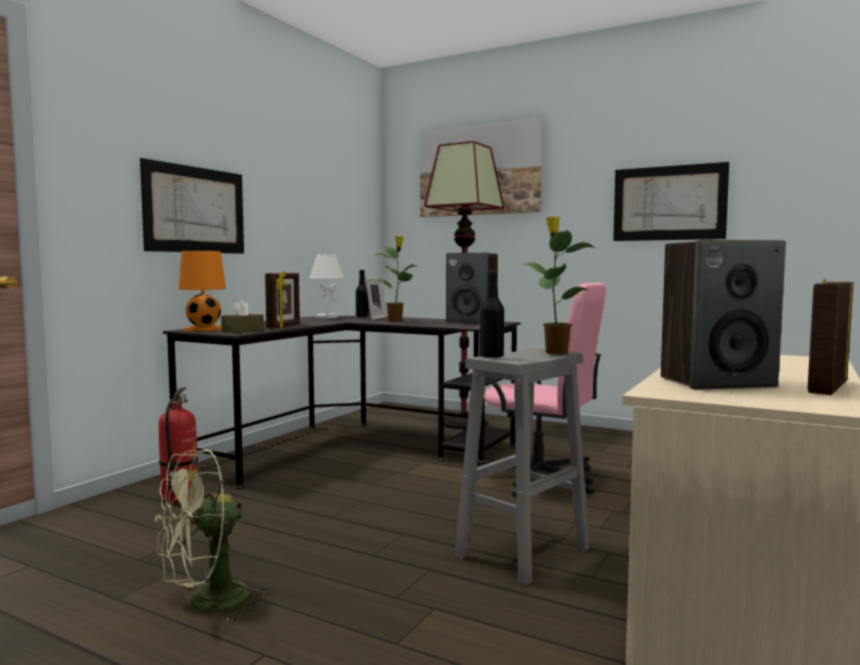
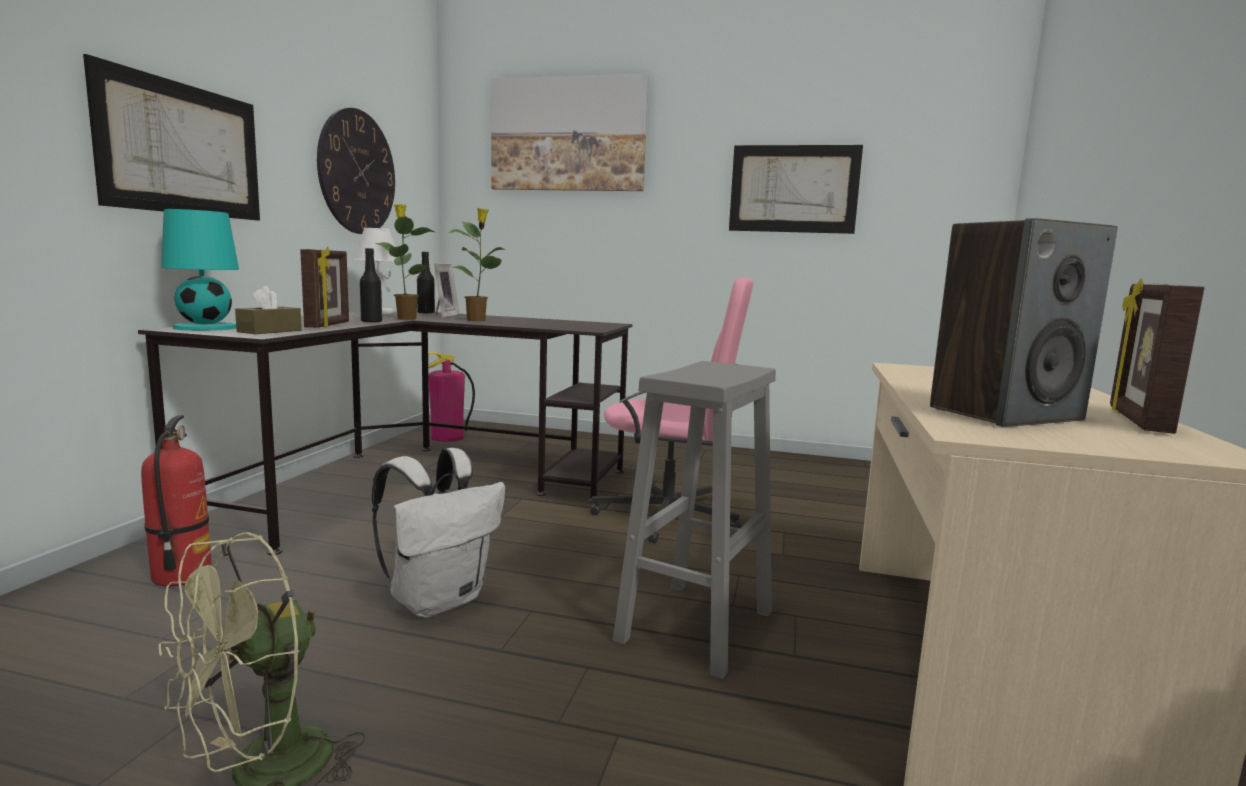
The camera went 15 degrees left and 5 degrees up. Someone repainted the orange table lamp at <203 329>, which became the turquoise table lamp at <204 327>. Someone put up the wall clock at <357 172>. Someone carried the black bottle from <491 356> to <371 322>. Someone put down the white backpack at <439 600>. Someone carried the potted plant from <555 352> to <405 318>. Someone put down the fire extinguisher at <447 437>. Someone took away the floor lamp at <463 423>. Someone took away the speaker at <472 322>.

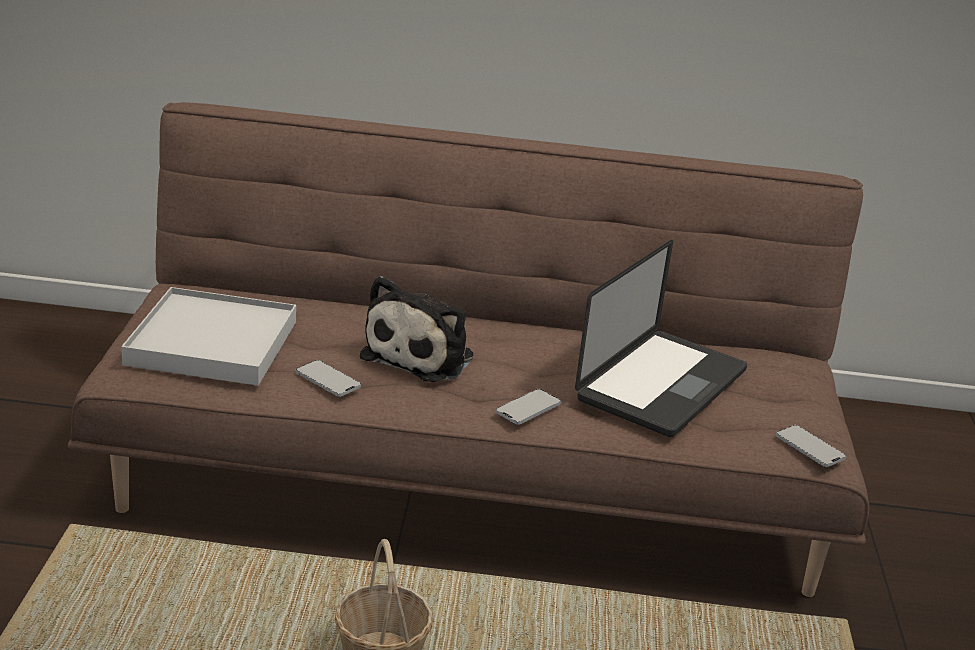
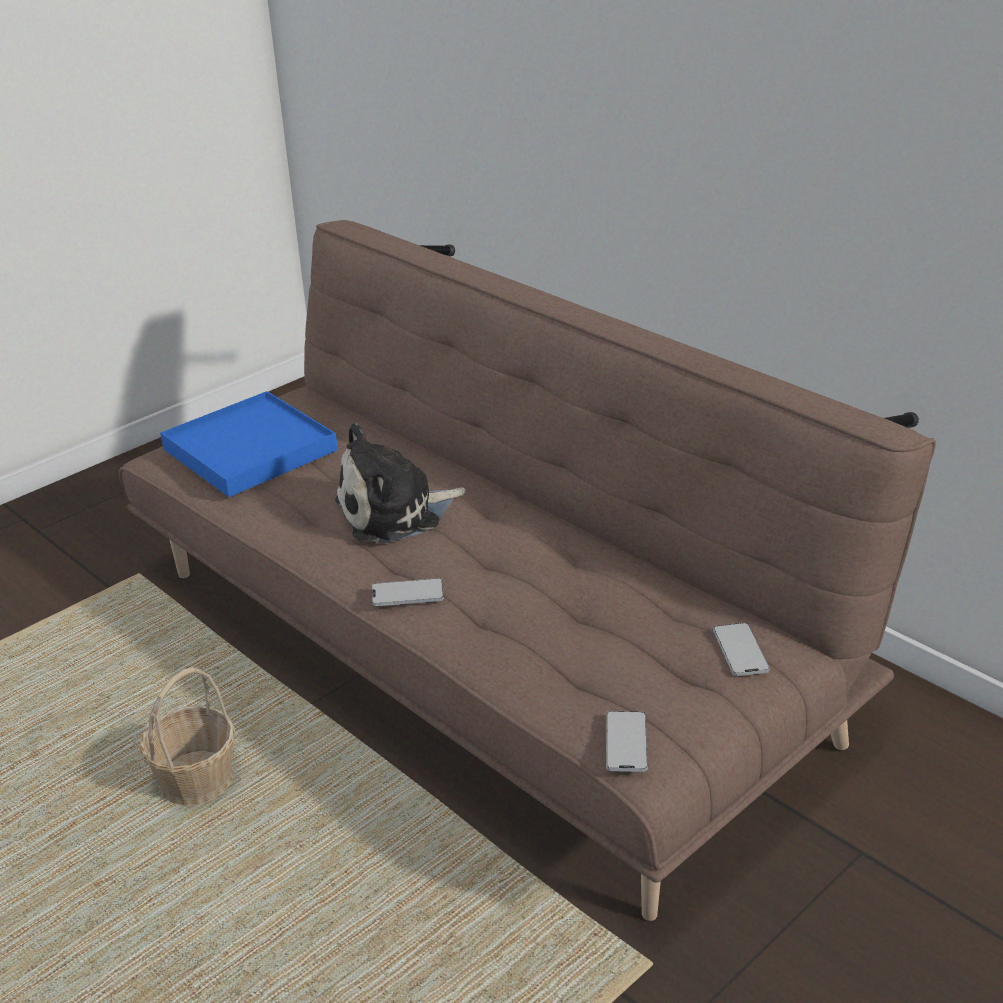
The camera went 45 degrees right and 5 degrees up. Someone repainted the white tray at <212 343>, which became the blue tray at <249 450>. Someone carried the phone from <328 380> to <740 651>. Someone took away the laptop at <662 385>.

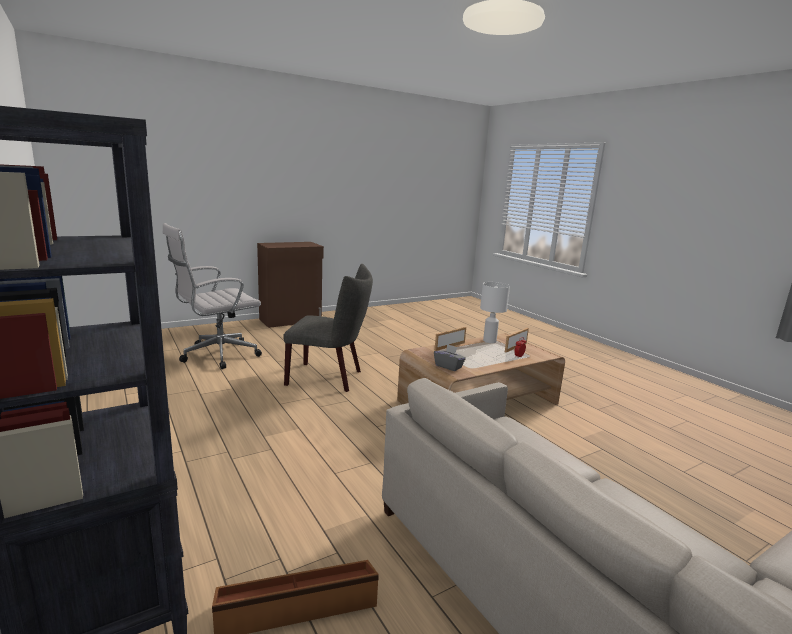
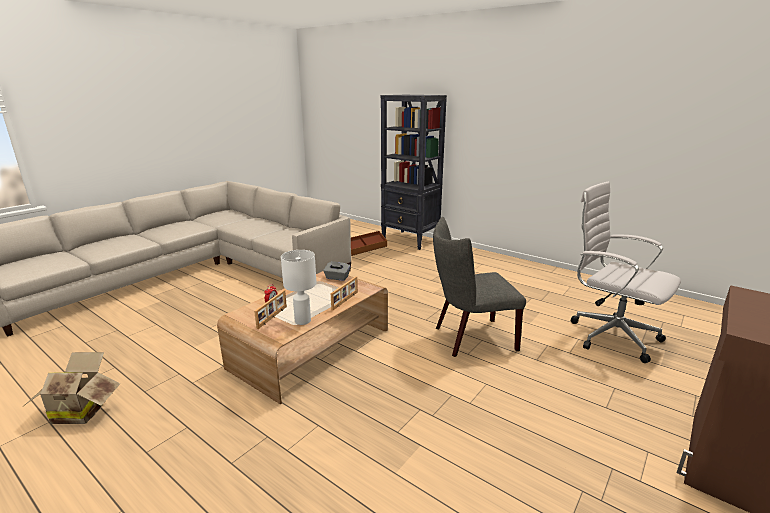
The camera went 160 degrees right and 5 degrees up. Someone put down the cardboard box at <81 410>. Someone rotated the white office chair at <216 355> by 75 degrees counterclockwise.

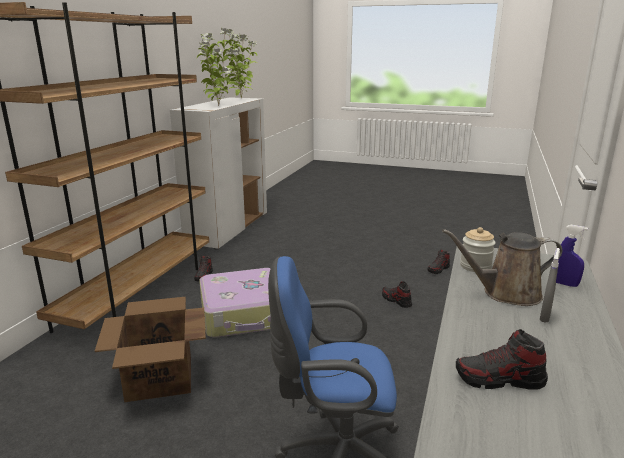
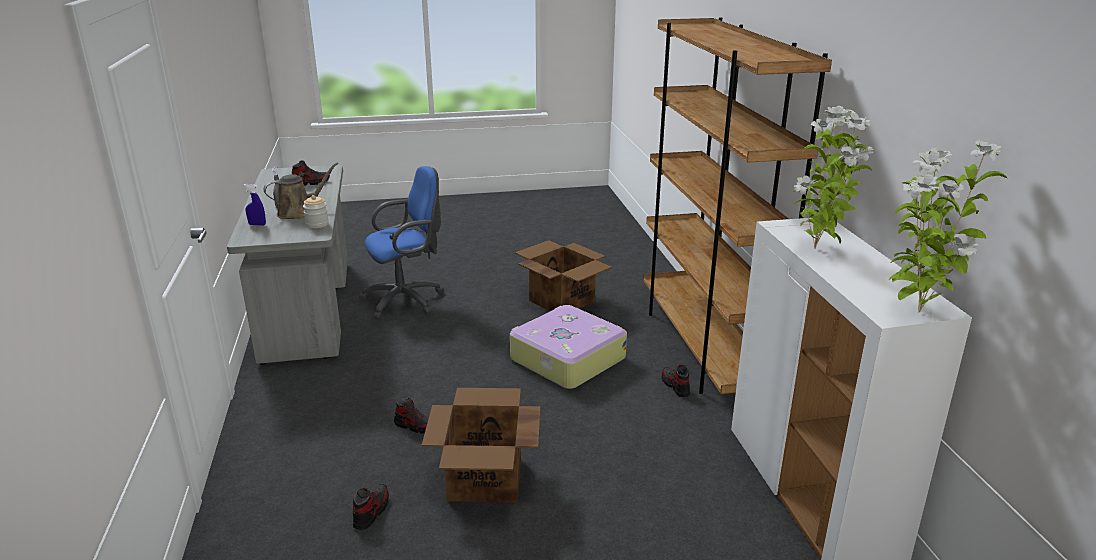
The camera went 150 degrees right and 5 degrees up. Someone put down the cardboard box at <484 480>.

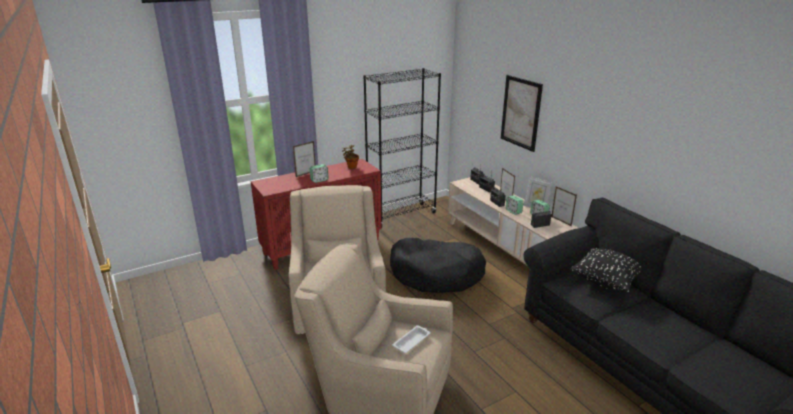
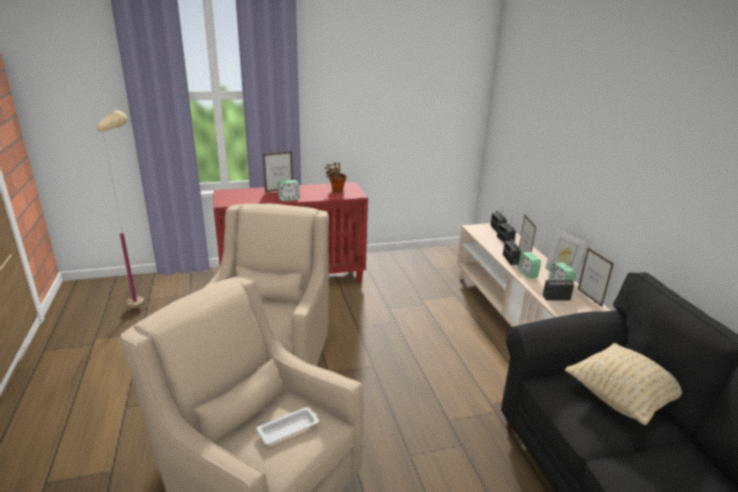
The camera went 15 degrees right and 0 degrees up. Someone put down the beige floor lamp at <142 300>. Someone repainted the black pillow at <606 281>, which became the beige pillow at <622 398>. Someone took away the black bookcase at <401 215>. Someone took away the black dog bed at <436 274>. Someone took away the picture at <520 113>.

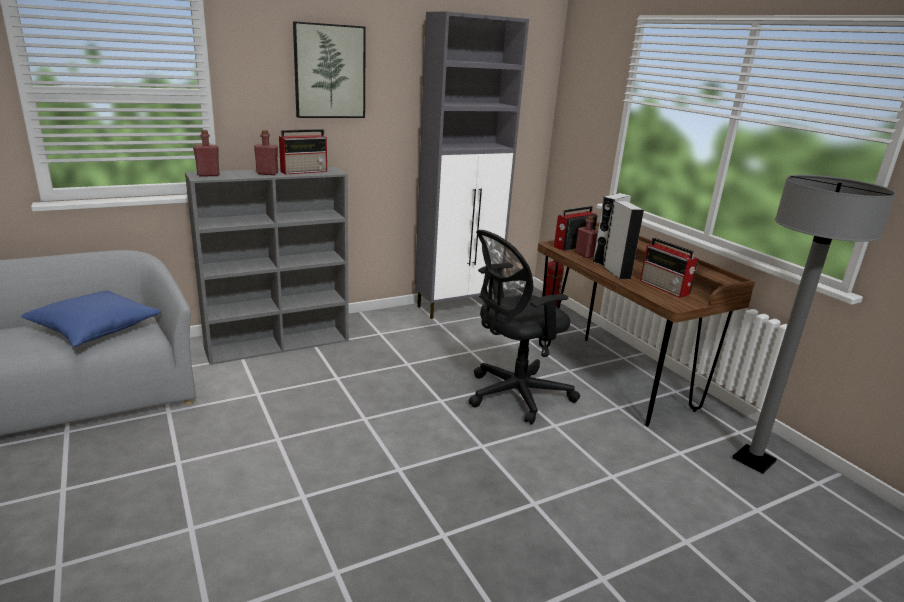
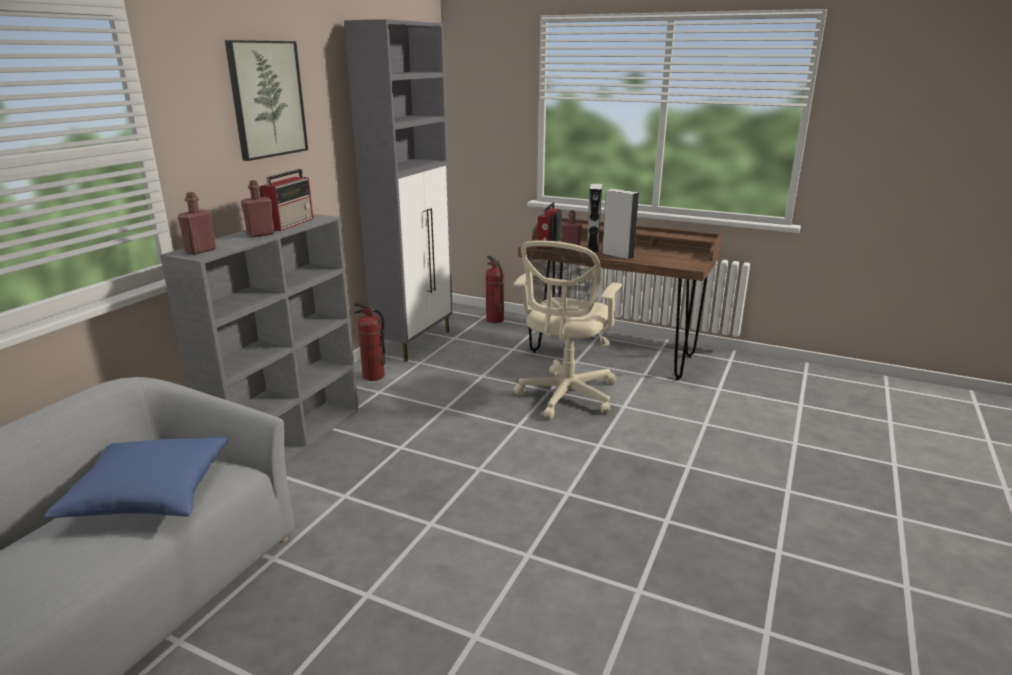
The camera went 35 degrees left and 0 degrees up. Someone put down the fire extinguisher at <373 376>. Someone repainted the black office chair at <513 395>, which became the beige office chair at <565 397>. Someone took away the radio at <665 288>. Someone took away the grey floor lamp at <753 460>.

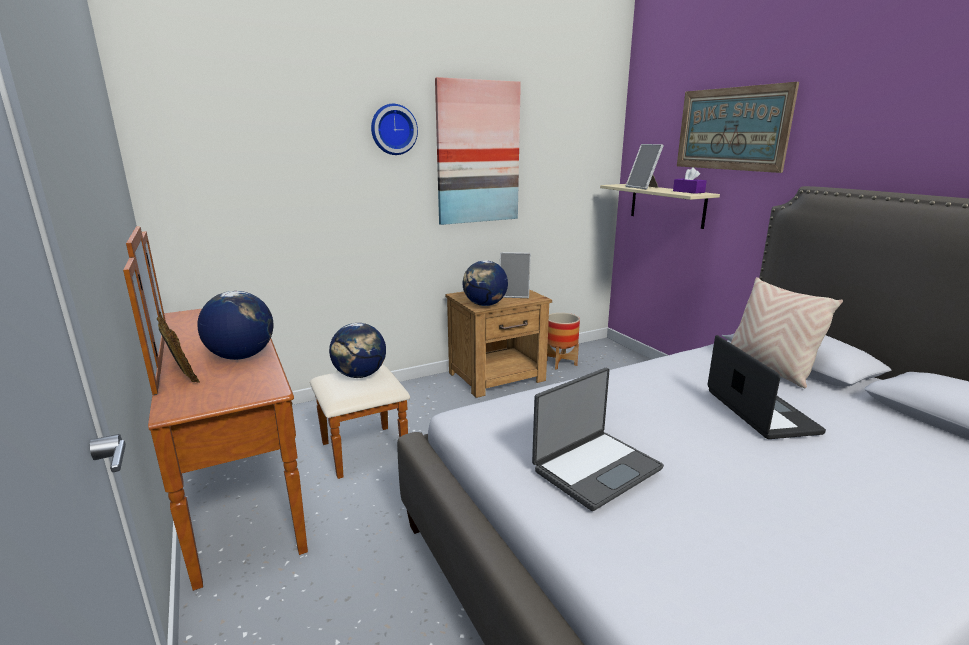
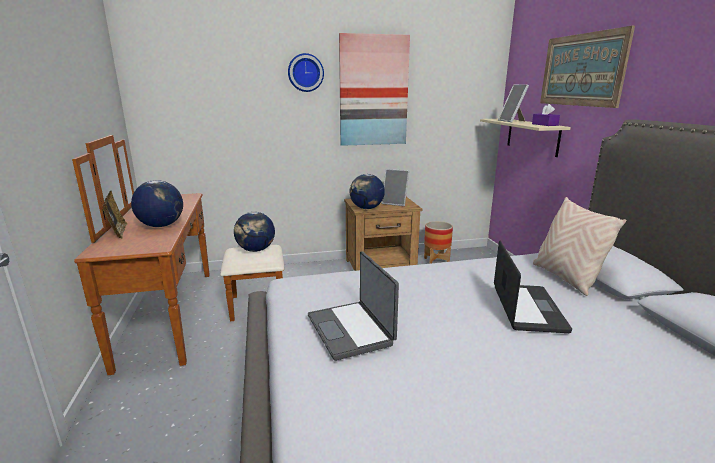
The camera went 15 degrees right and 0 degrees up. Someone rotated the laptop at <595 468> by 90 degrees clockwise.

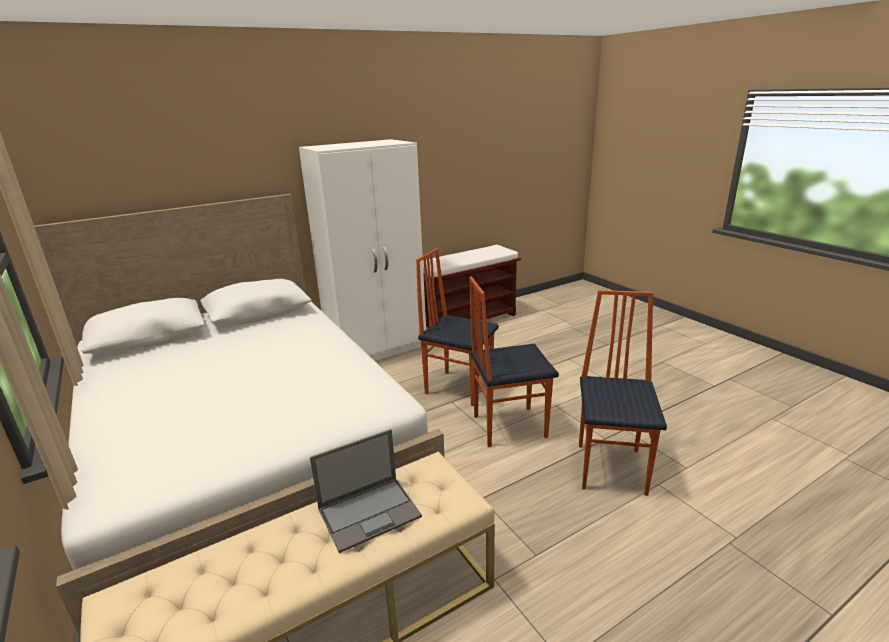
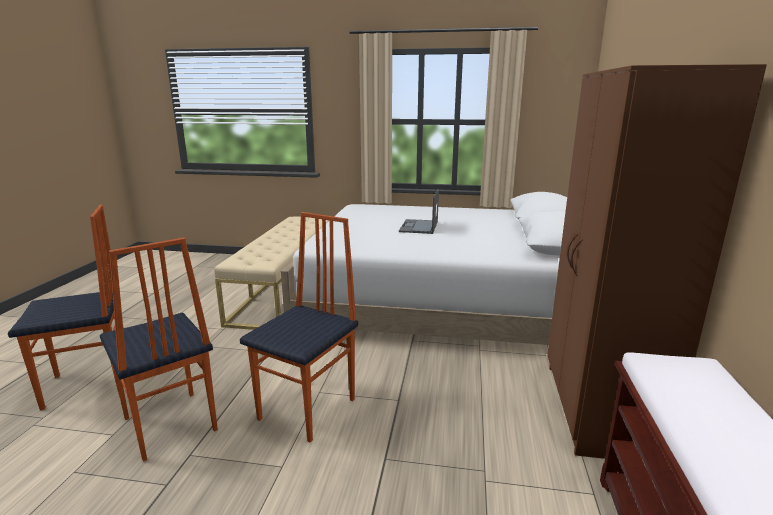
The camera went 130 degrees right and 5 degrees down. Someone carried the chair from <459 387> to <89 385>. Someone carried the laptop from <370 512> to <419 227>. Someone repainted the white wardrobe at <378 349>, which became the brown wardrobe at <597 410>.

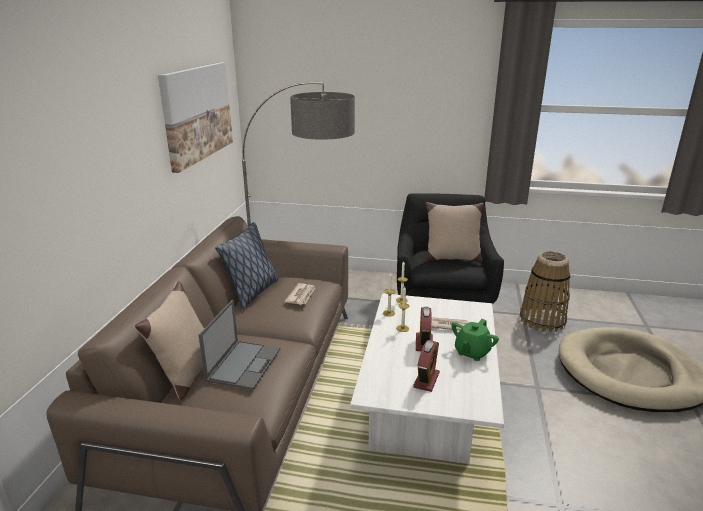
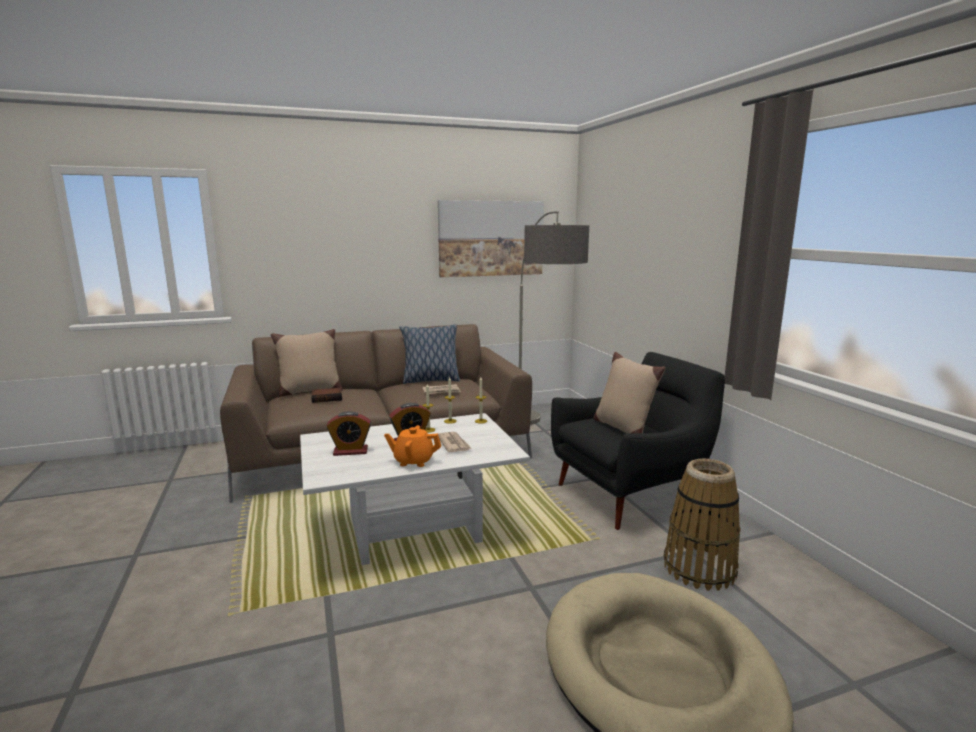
The camera went 60 degrees right and 10 degrees down. Someone swapped the laptop at <244 364> for the book at <327 398>. Someone repainted the green teapot at <472 352>, which became the orange teapot at <413 461>.

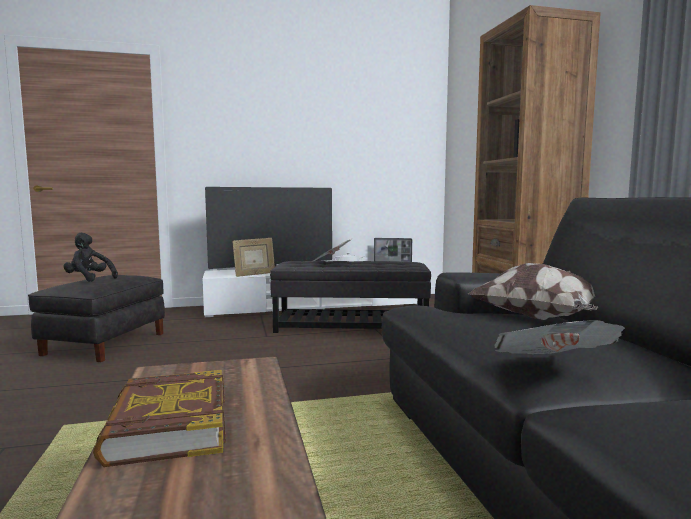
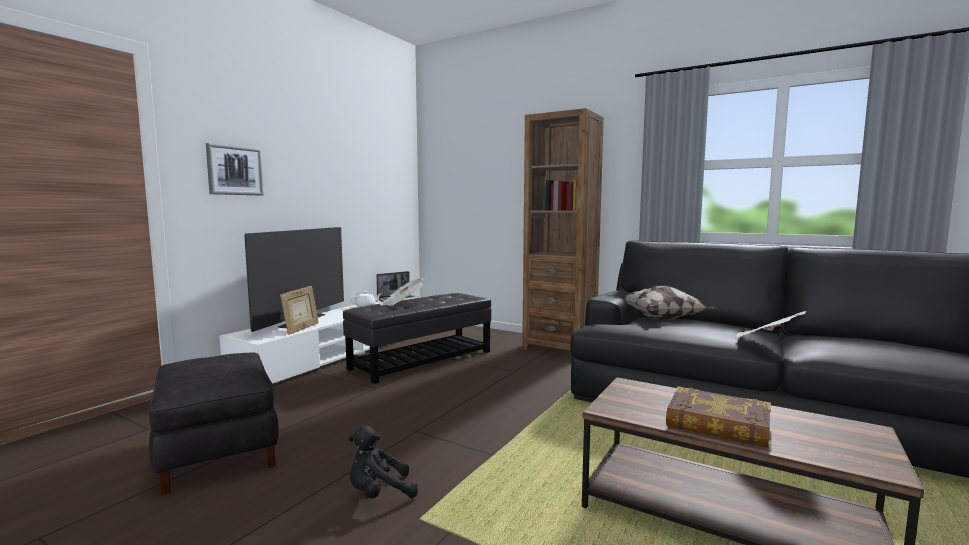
The camera went 45 degrees left and 0 degrees up. Someone put up the picture at <235 170>. Someone carried the black plush toy from <89 279> to <379 493>.

